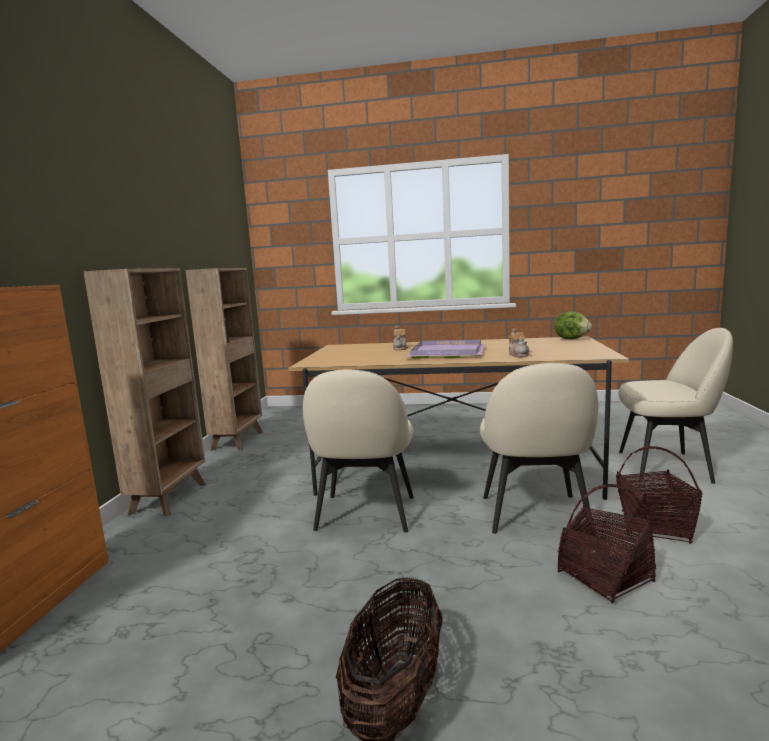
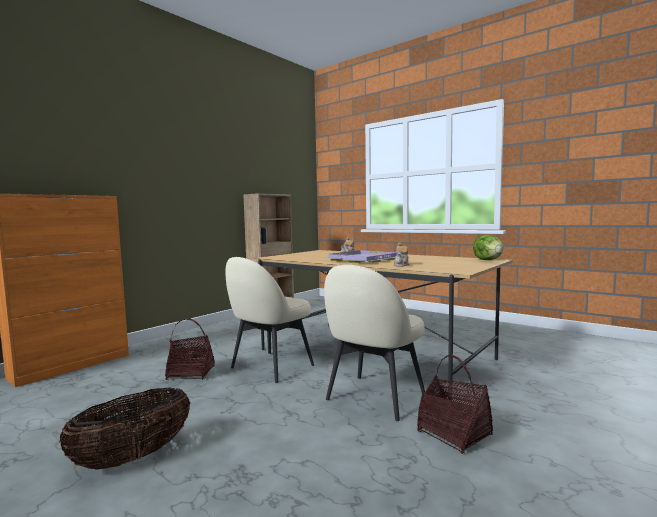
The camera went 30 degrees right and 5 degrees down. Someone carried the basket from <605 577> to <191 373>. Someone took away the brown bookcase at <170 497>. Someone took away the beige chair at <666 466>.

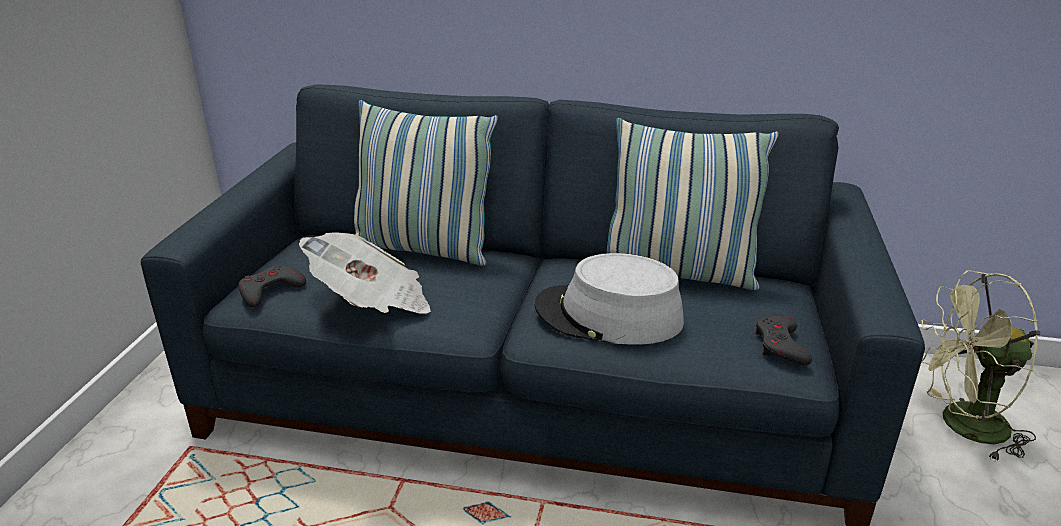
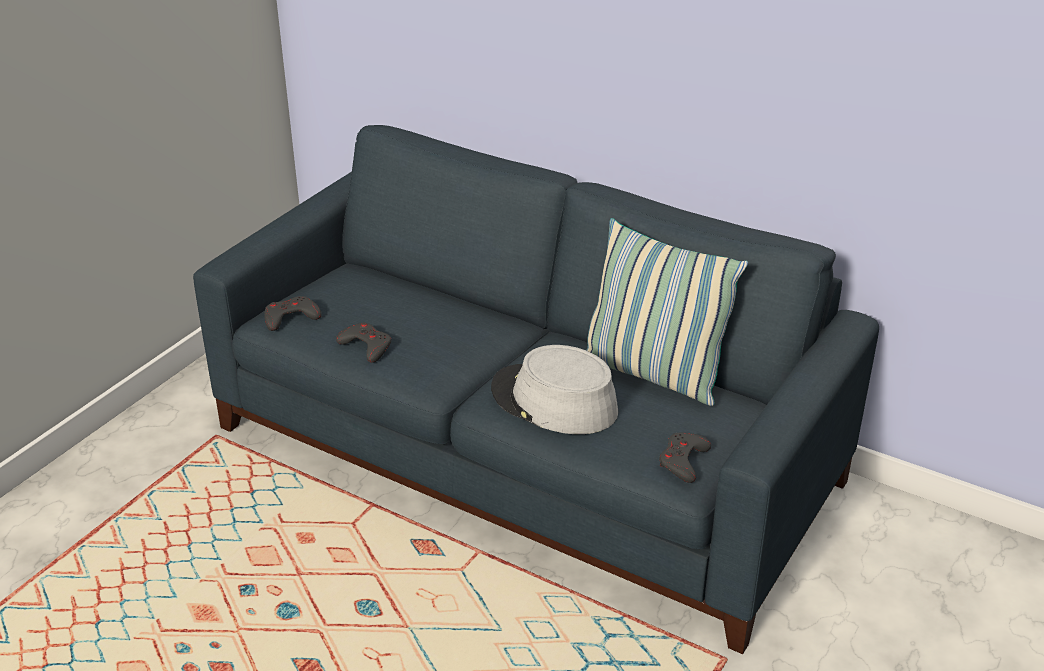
The camera went 20 degrees right and 5 degrees up. Someone swapped the newspaper at <372 302> for the grey game controller at <366 346>. Someone took away the pillow at <422 249>. Someone took away the green fan at <961 426>.

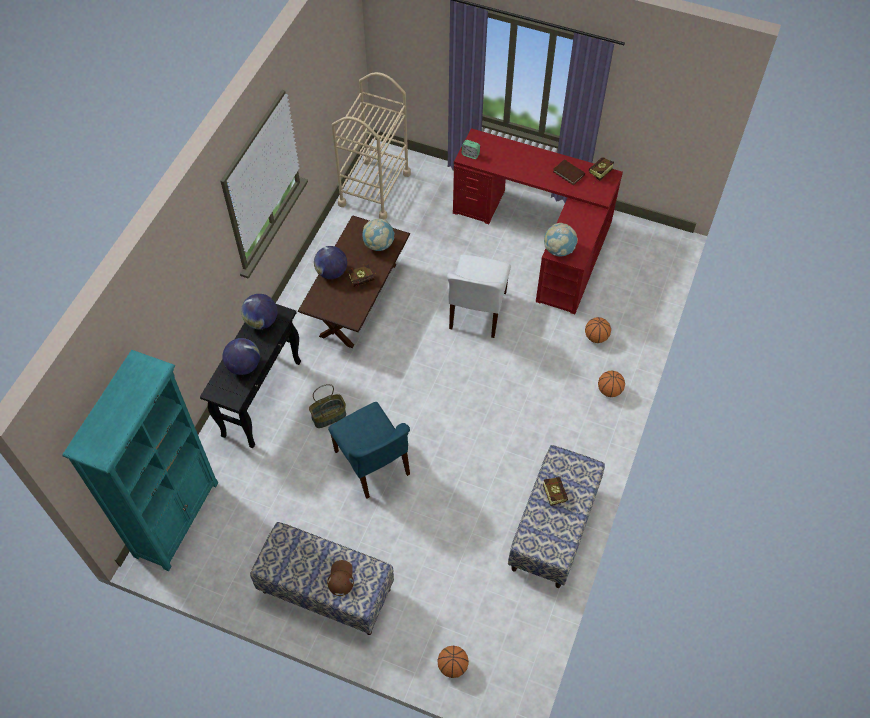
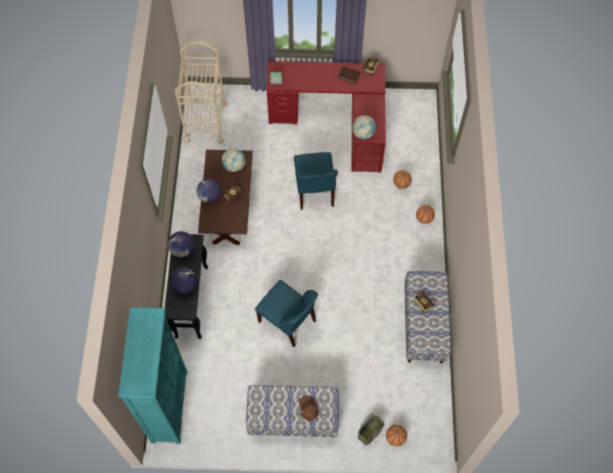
The camera went 20 degrees left and 5 degrees up. Someone repainted the white chair at <477 312>, which became the blue chair at <314 191>. Someone carried the basket from <329 417> to <370 432>.

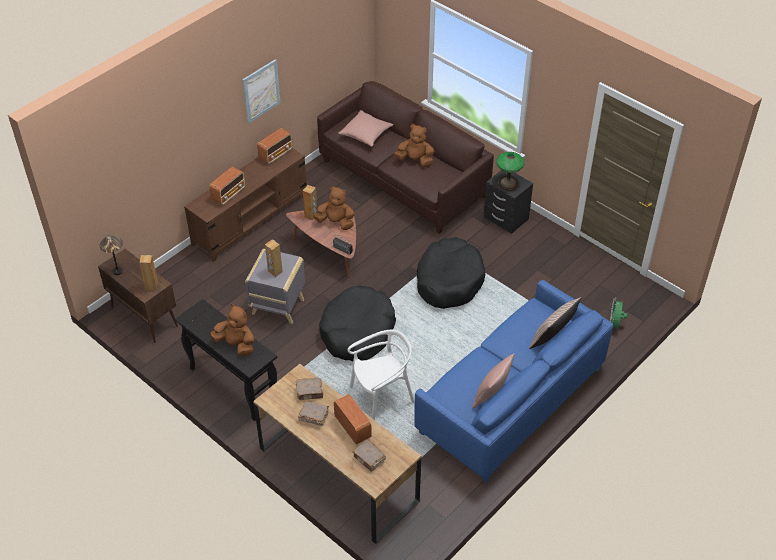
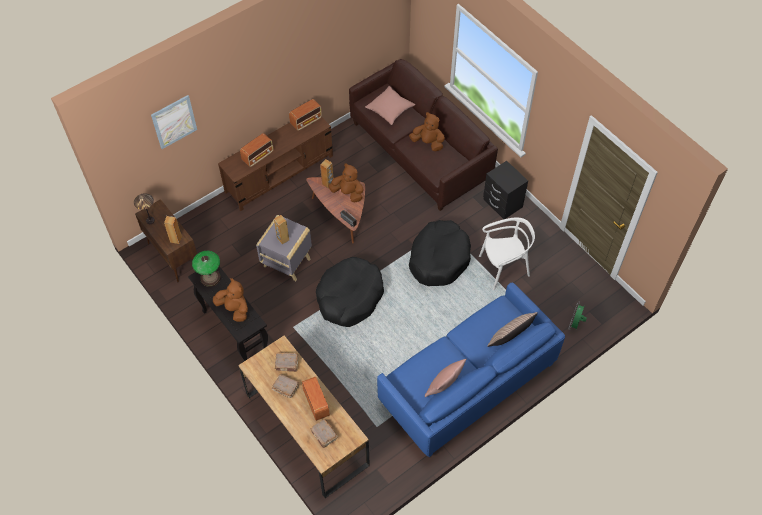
The camera went 10 degrees right and 10 degrees up. Someone carried the picture from <261 90> to <174 121>. Someone carried the table lamp from <508 183> to <210 277>. Someone carried the white chair from <382 397> to <504 268>.

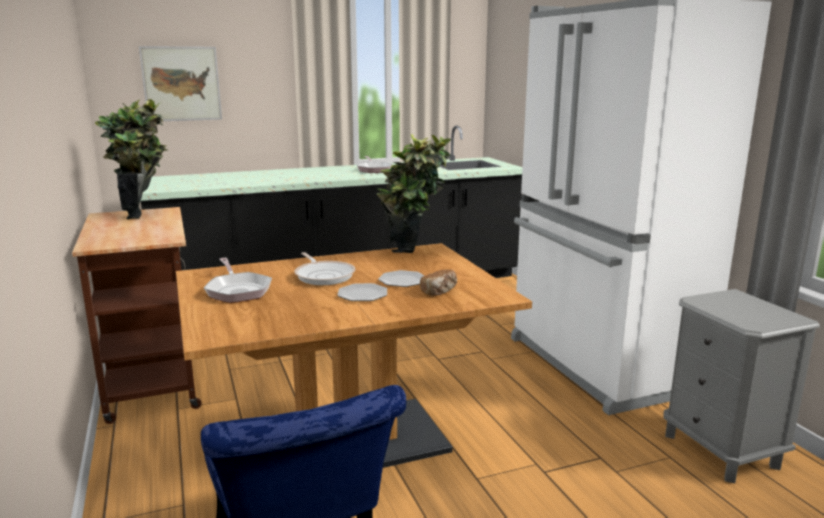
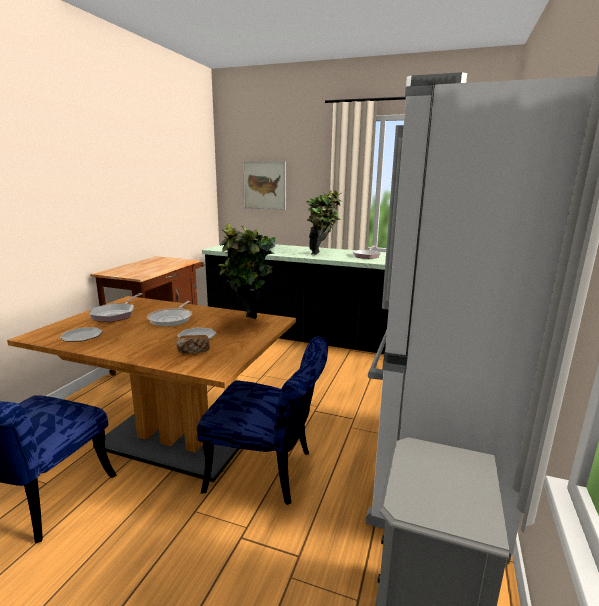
The camera went 40 degrees right and 0 degrees up. Someone carried the plate from <363 295> to <81 336>. Someone put down the blue chair at <269 472>. Someone carried the potted plant from <144 213> to <322 253>.

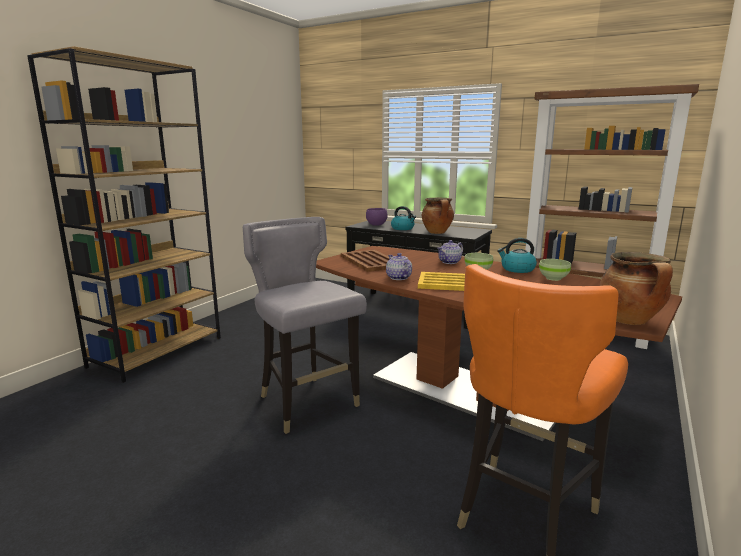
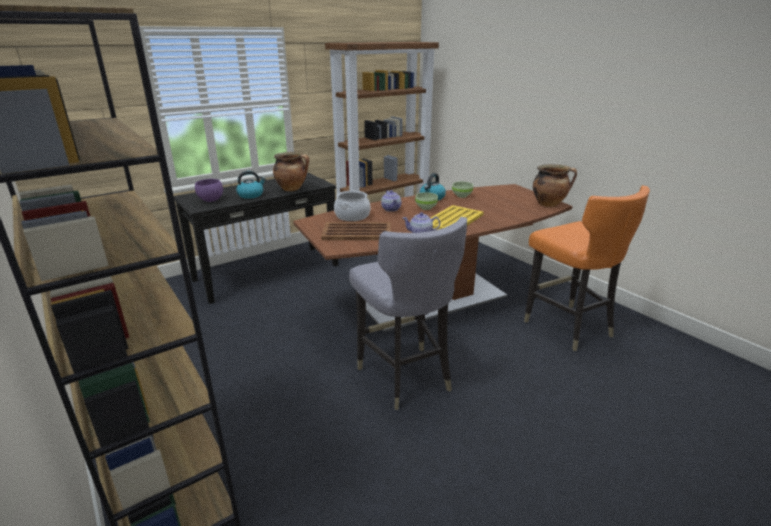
The camera went 65 degrees left and 10 degrees up. Someone put down the cooking pot at <352 216>. Someone rotated the grey chair at <307 403> by 105 degrees counterclockwise.

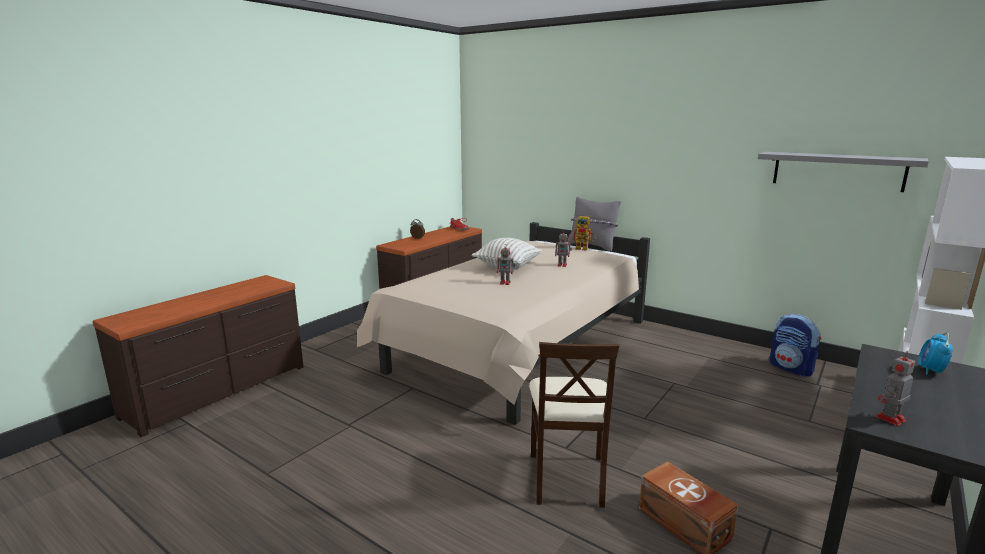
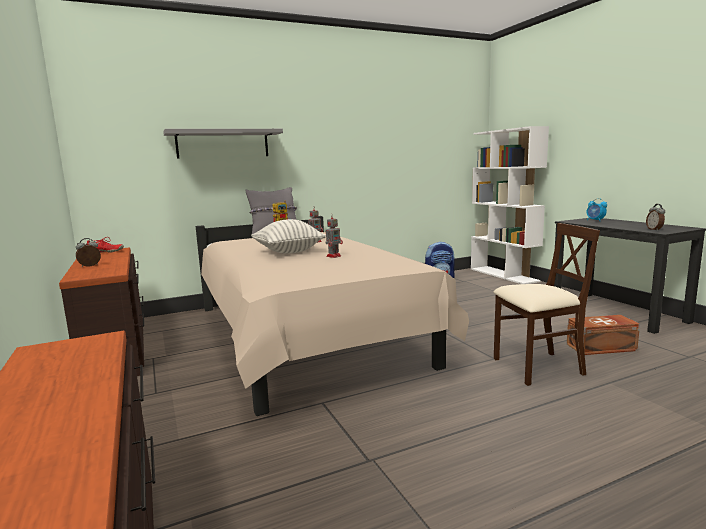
The camera went 60 degrees left and 5 degrees down. Someone carried the grey shelf from <837 171> to <223 144>. Someone rotated the beige chair at <567 478> by 45 degrees counterclockwise. Someone swapped the toy robot at <889 419> for the alarm clock at <654 229>.

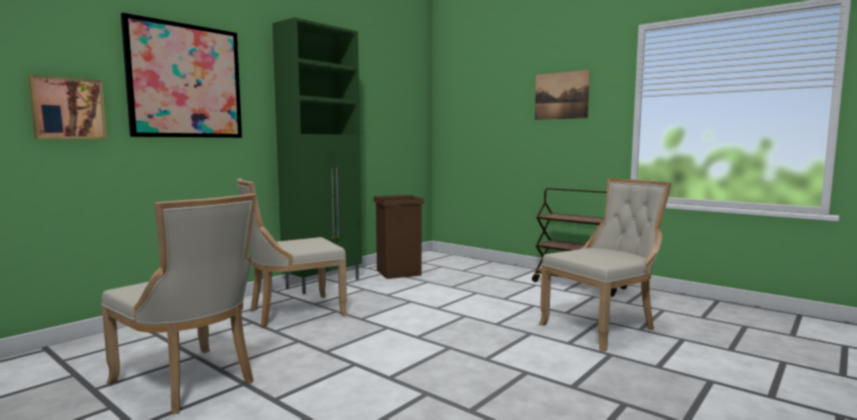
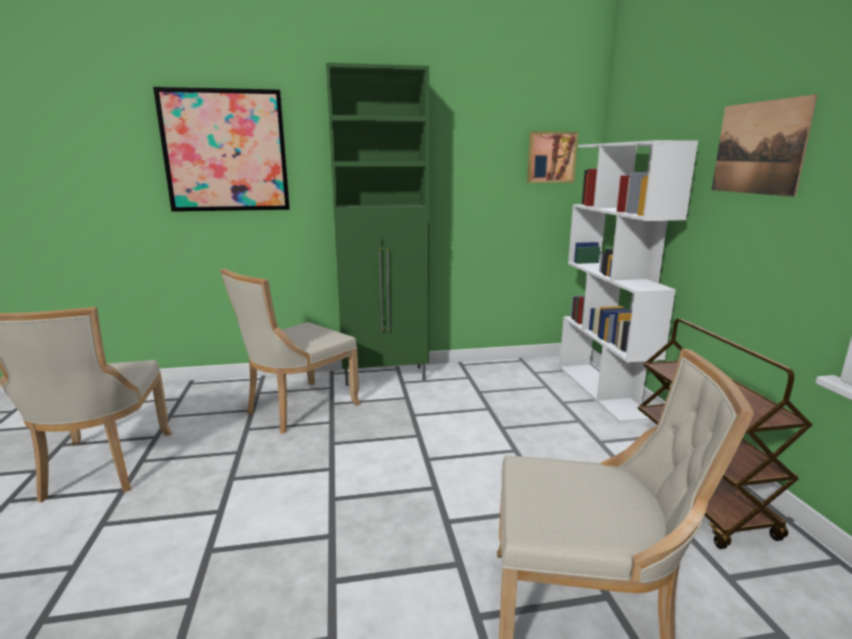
The camera went 40 degrees right and 10 degrees up. Someone rotated the beige chair at <293 312> by 60 degrees counterclockwise. Someone carried the picture from <68 108> to <551 157>. Someone put down the white bookcase at <603 391>. Someone took away the brown trash can at <399 272>.

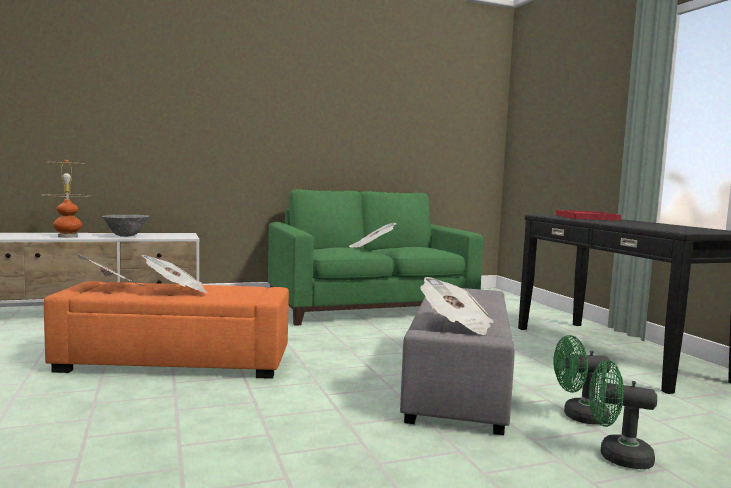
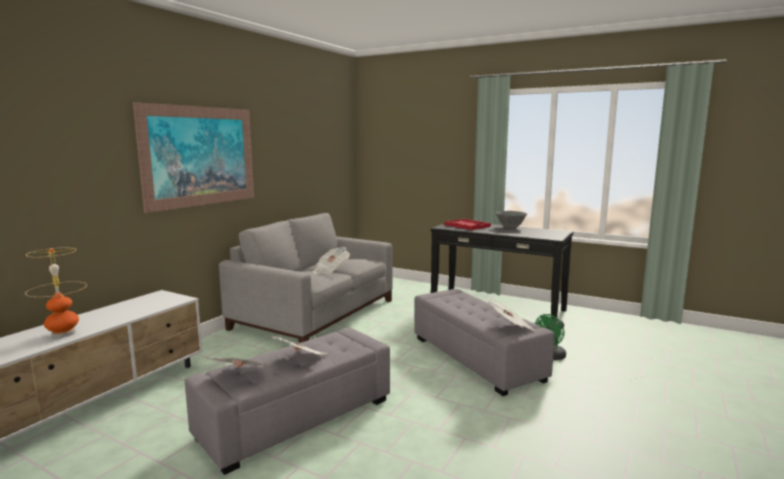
The camera went 40 degrees left and 5 degrees up. Someone put up the picture at <200 156>. Someone repainted the orange ottoman at <176 361>, which became the grey ottoman at <296 418>. Someone repainted the green sofa at <370 306>, which became the grey sofa at <316 314>. Someone carried the grey bowl from <126 236> to <510 227>. Someone took away the green fan at <616 456>.

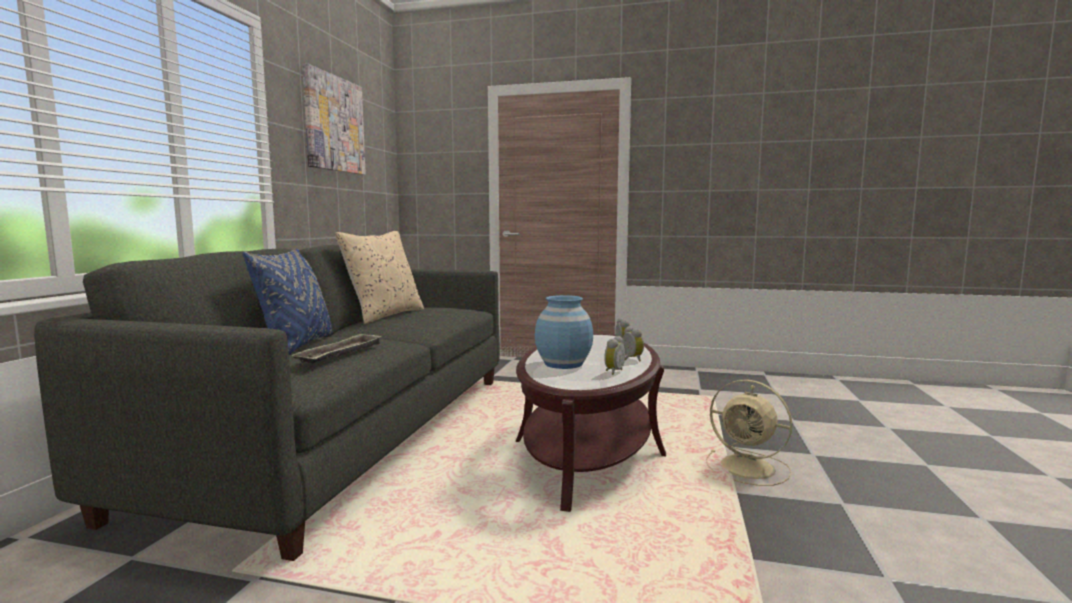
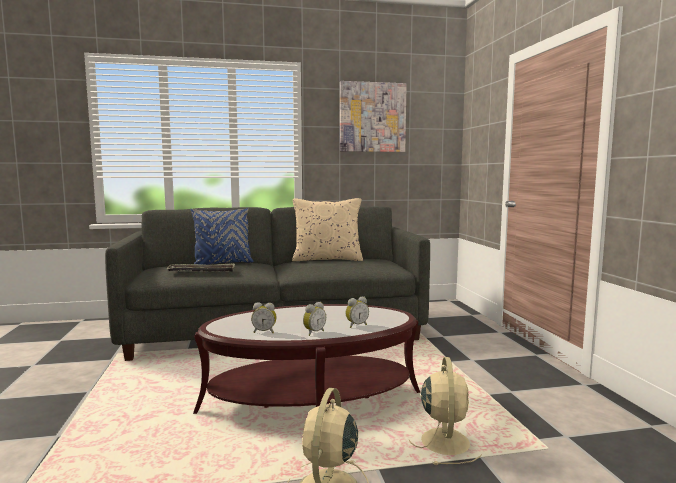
The camera went 65 degrees right and 0 degrees up. Someone put down the beige fan at <445 441>. Someone took away the blue vase at <563 364>.

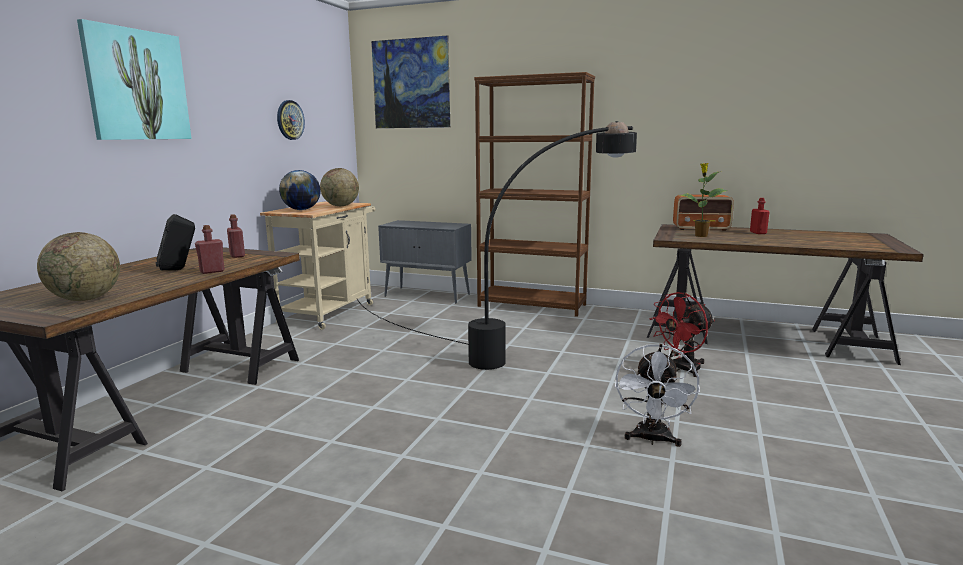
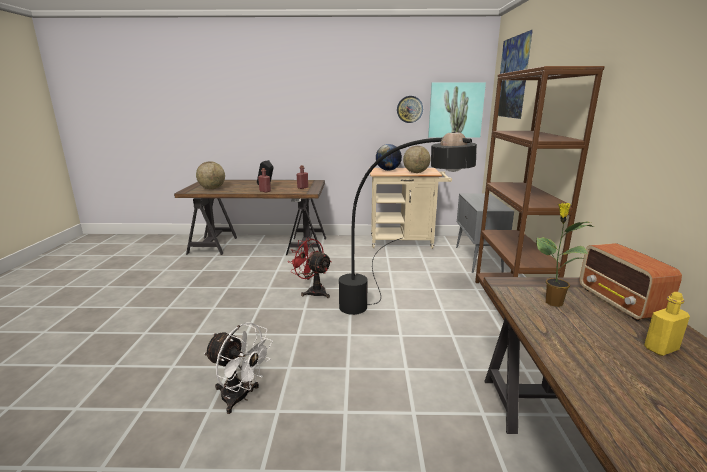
The camera went 70 degrees right and 5 degrees up. Someone rotated the white fan at <652 439> by 150 degrees counterclockwise. Someone carried the red fan from <682 369> to <313 291>. Someone carried the picture from <137 85> to <455 110>. Someone repainted the red bottle at <758 233>, which became the yellow bottle at <661 349>.

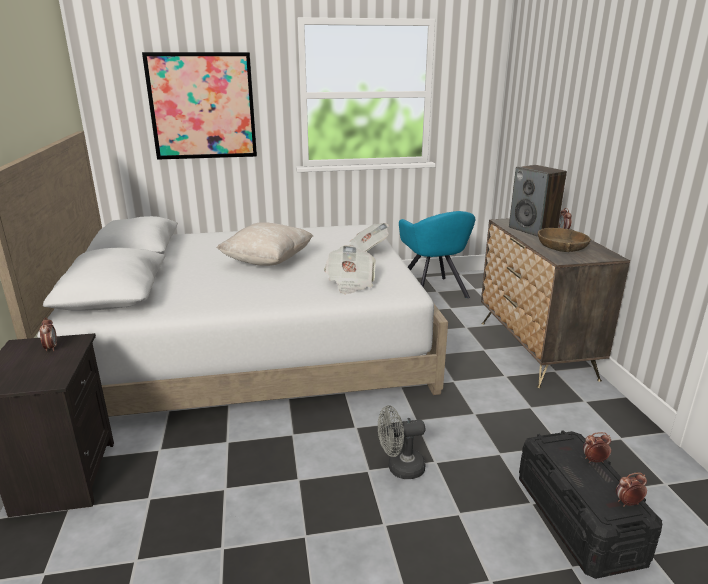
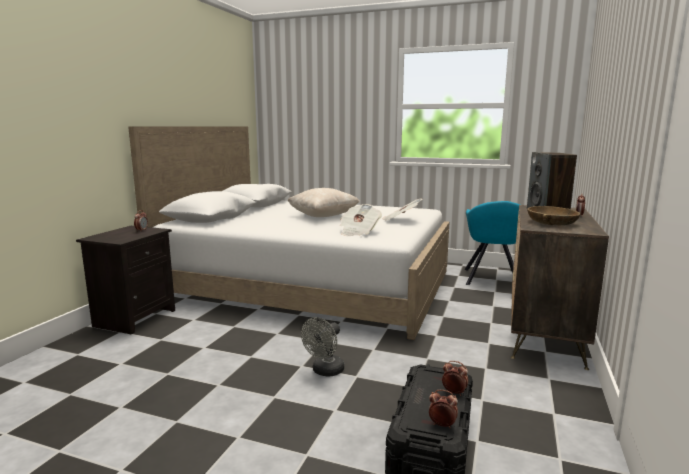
The camera went 30 degrees right and 10 degrees down. Someone rotated the grey fan at <400 468> by 75 degrees counterclockwise. Someone took away the picture at <202 106>.

